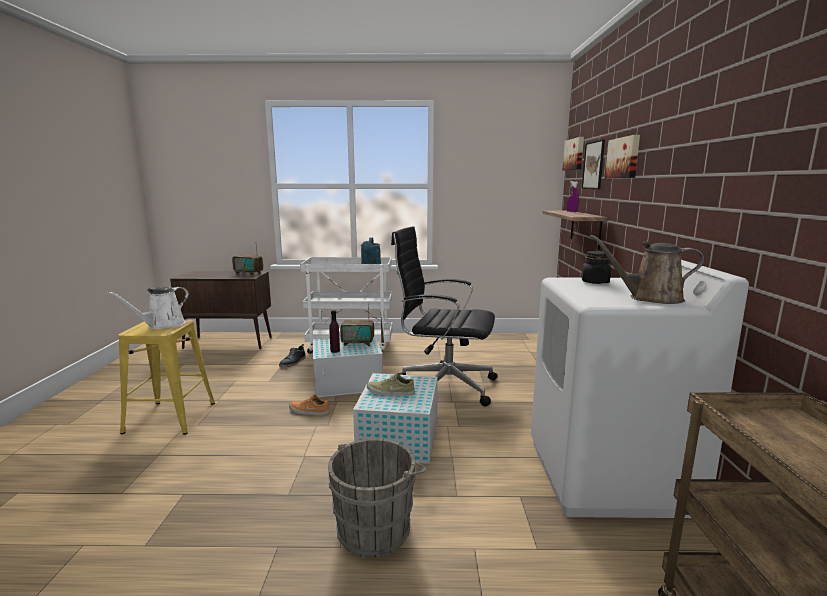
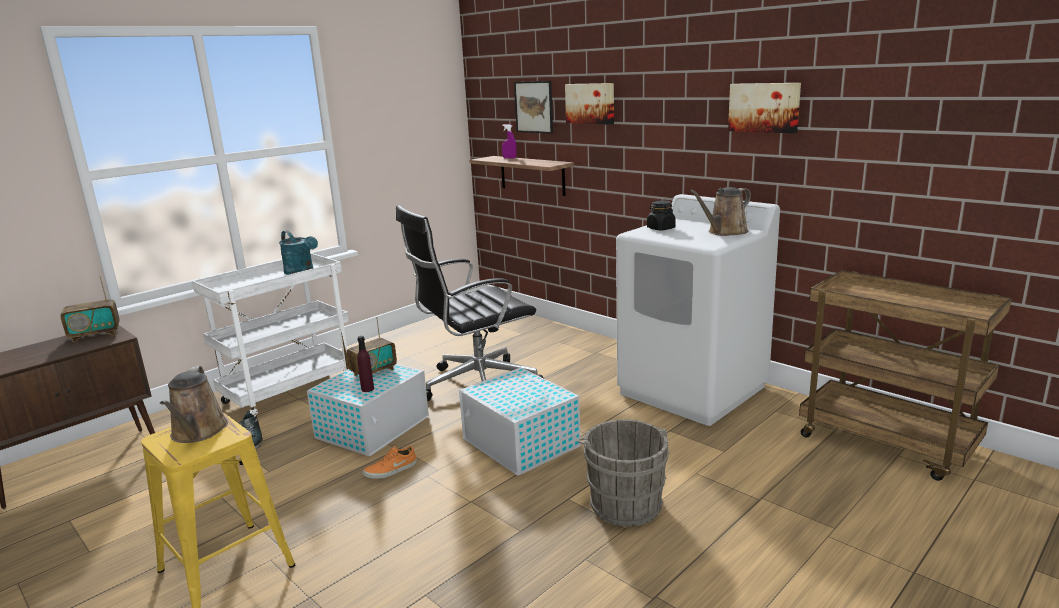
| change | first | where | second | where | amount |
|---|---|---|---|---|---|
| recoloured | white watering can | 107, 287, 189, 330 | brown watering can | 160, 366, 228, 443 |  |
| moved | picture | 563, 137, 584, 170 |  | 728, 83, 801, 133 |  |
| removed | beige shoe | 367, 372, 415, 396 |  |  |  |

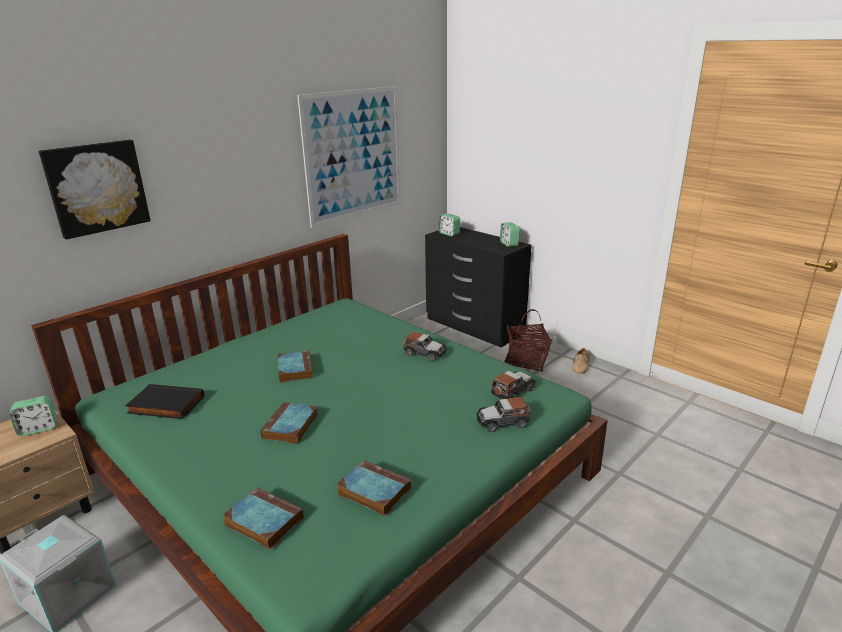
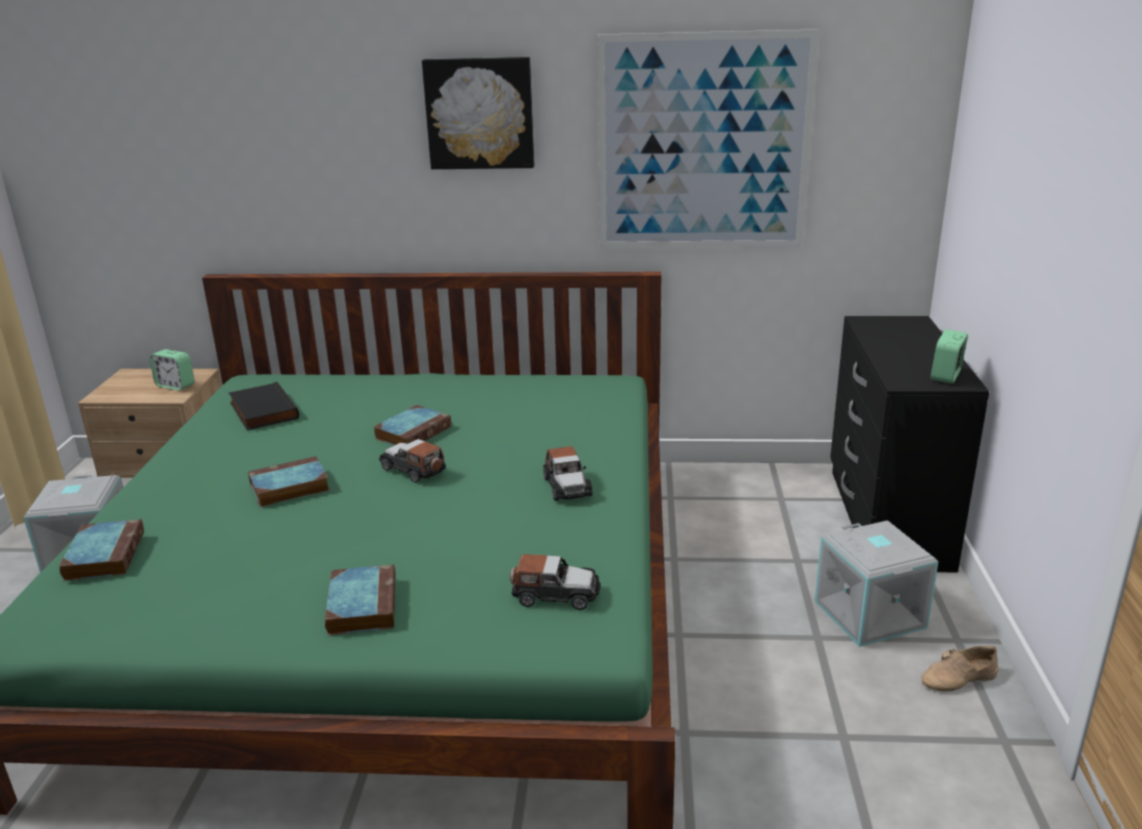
| change | first | where | second | where | amount |
|---|---|---|---|---|---|
| moved | book | 337, 460, 411, 516 |  | 325, 564, 395, 635 |  |
| moved | toy car | 477, 397, 530, 432 |  | 379, 439, 446, 483 |  |
| moved | picture | 39, 140, 151, 239 |  | 422, 57, 534, 169 |  |
| replaced | basket | 505, 309, 552, 372 | grey storage box | 815, 520, 939, 647 |  |
| removed | alarm clock | 439, 213, 460, 236 |  |  |  |

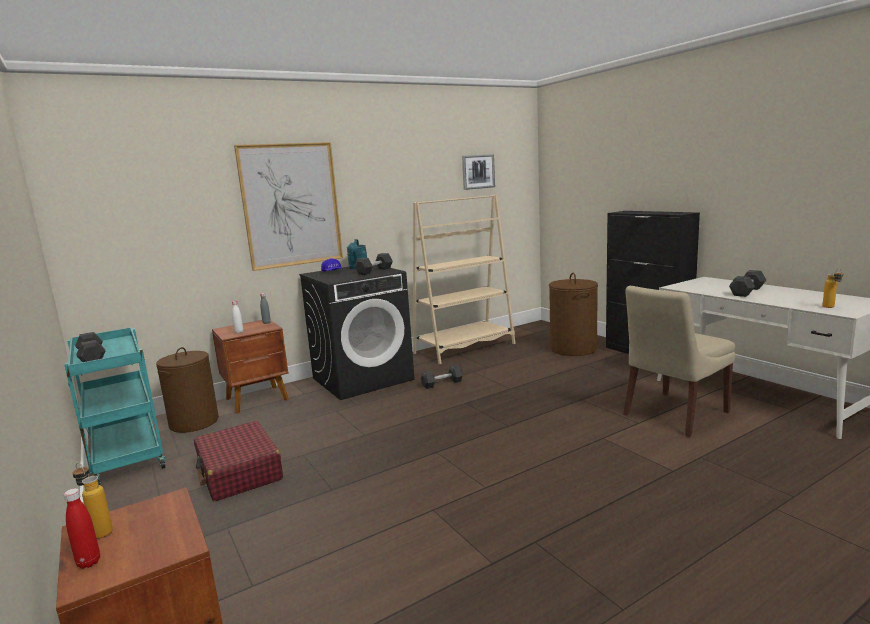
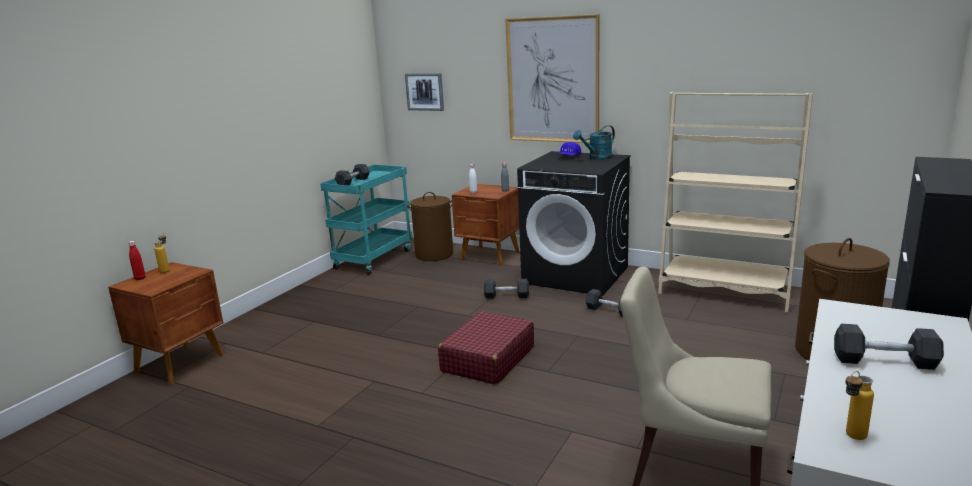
| change | first | where | second | where | amount |
|---|---|---|---|---|---|
| moved | picture | 462, 154, 495, 190 |  | 405, 73, 444, 111 |  |
| moved | red suitcase | 194, 421, 283, 502 |  | 438, 311, 534, 385 |  |
| moved | grey dumbbell | 355, 253, 393, 275 |  | 484, 279, 529, 298 |  |

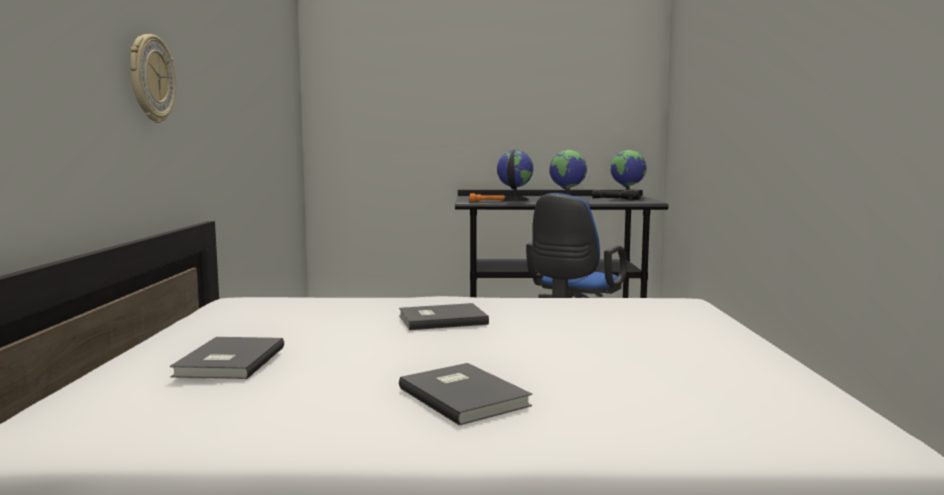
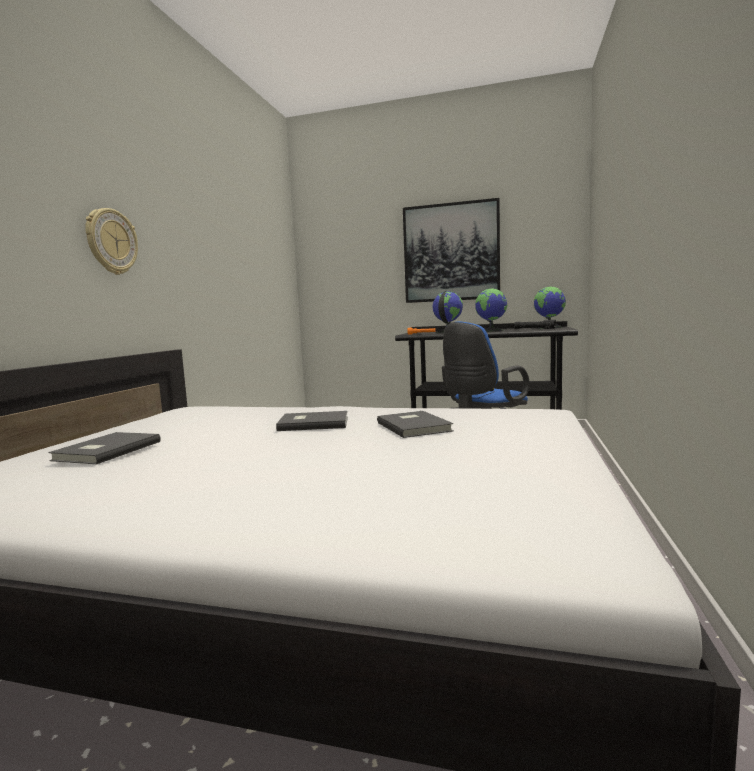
| change | first | where | second | where | amount |
|---|---|---|---|---|---|
| moved | grey book | 399, 363, 532, 425 |  | 377, 411, 454, 438 |  |
| added |  |  | picture | 403, 198, 500, 303 |  |

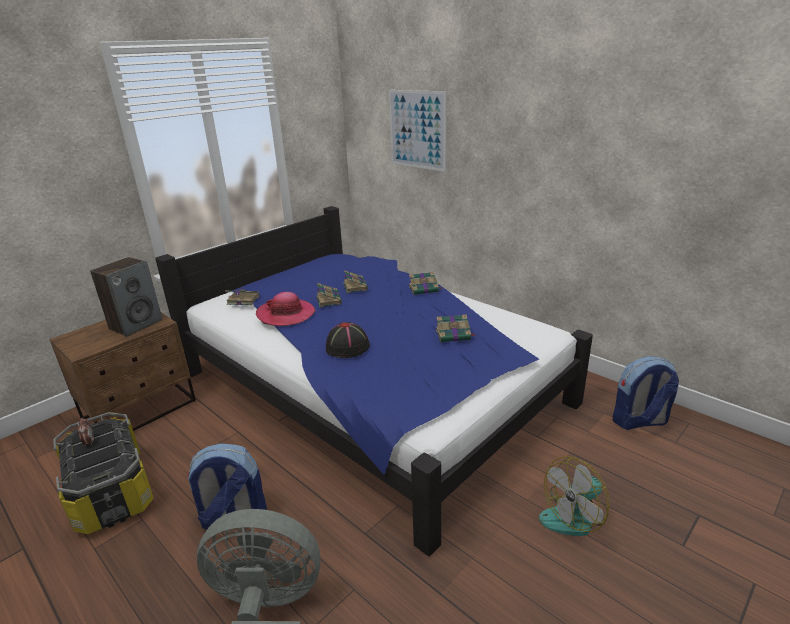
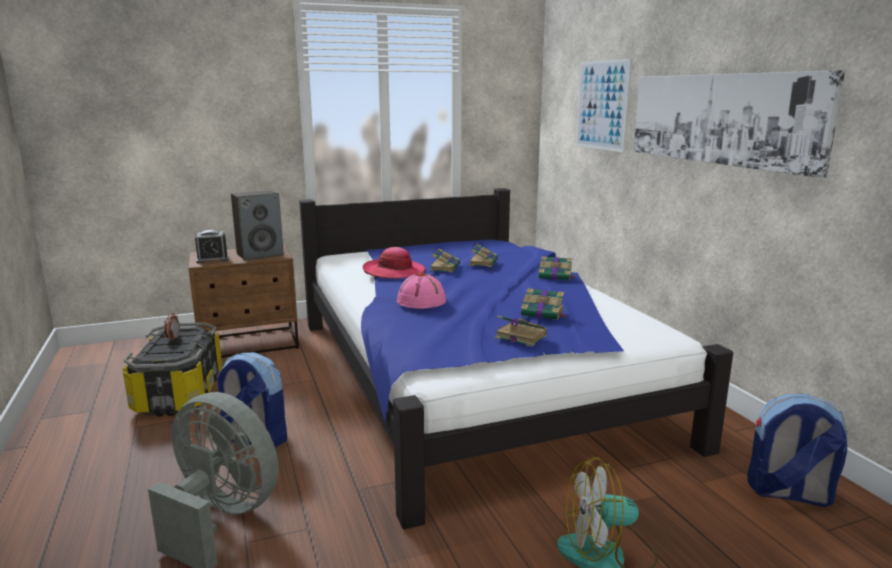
| change | first | where | second | where | amount |
|---|---|---|---|---|---|
| added |  |  | alarm clock | 195, 230, 229, 263 |  |
| recoloured | black hat | 326, 322, 370, 358 | pink hat | 397, 272, 446, 309 |  |
| moved | book | 225, 289, 259, 305 |  | 495, 315, 547, 347 |  |
| added |  |  | picture | 633, 70, 845, 178 |  |

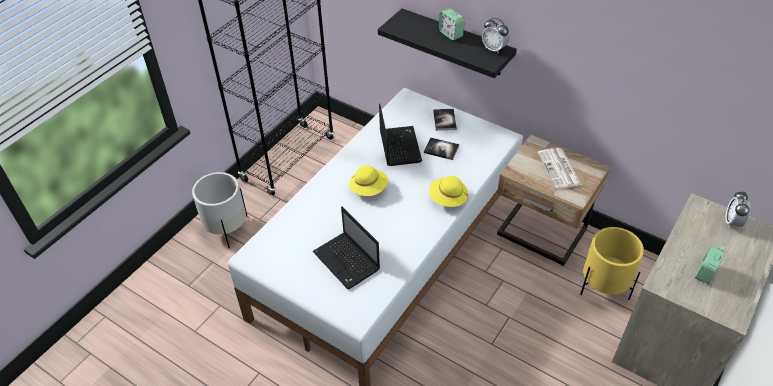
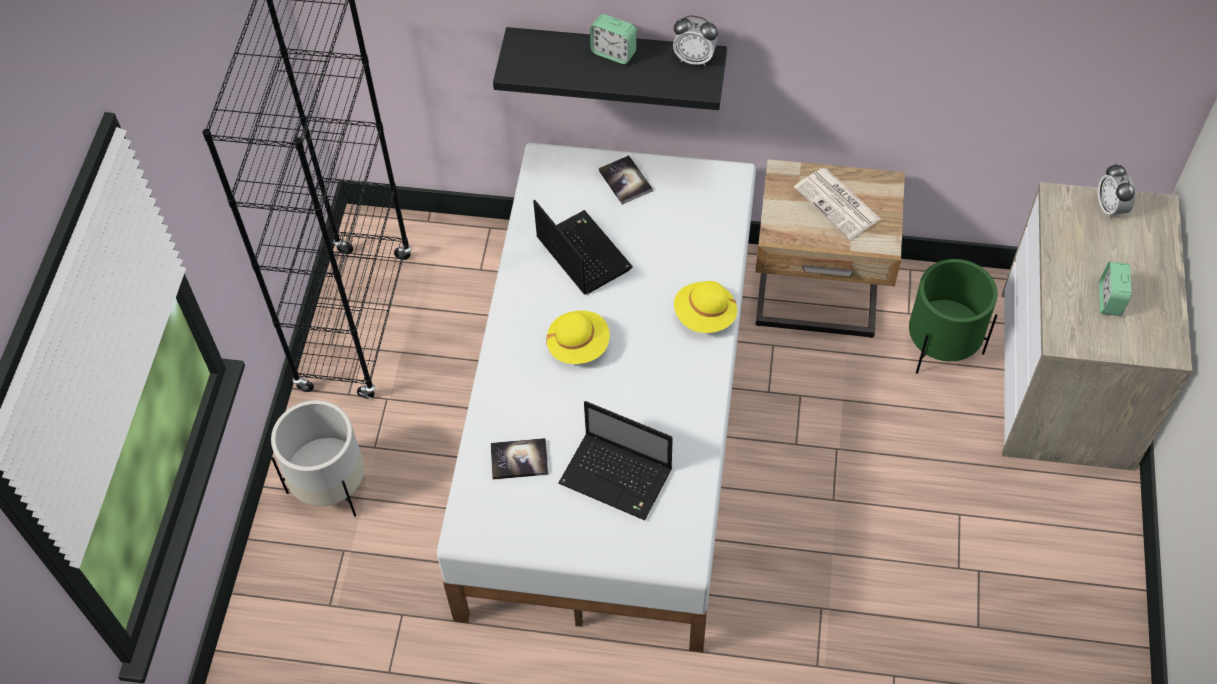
| change | first | where | second | where | amount |
|---|---|---|---|---|---|
| moved | book | 424, 137, 459, 160 |  | 491, 438, 548, 480 |  |
| recoloured | yellow planter | 580, 227, 644, 300 | green planter | 909, 259, 998, 374 |  |

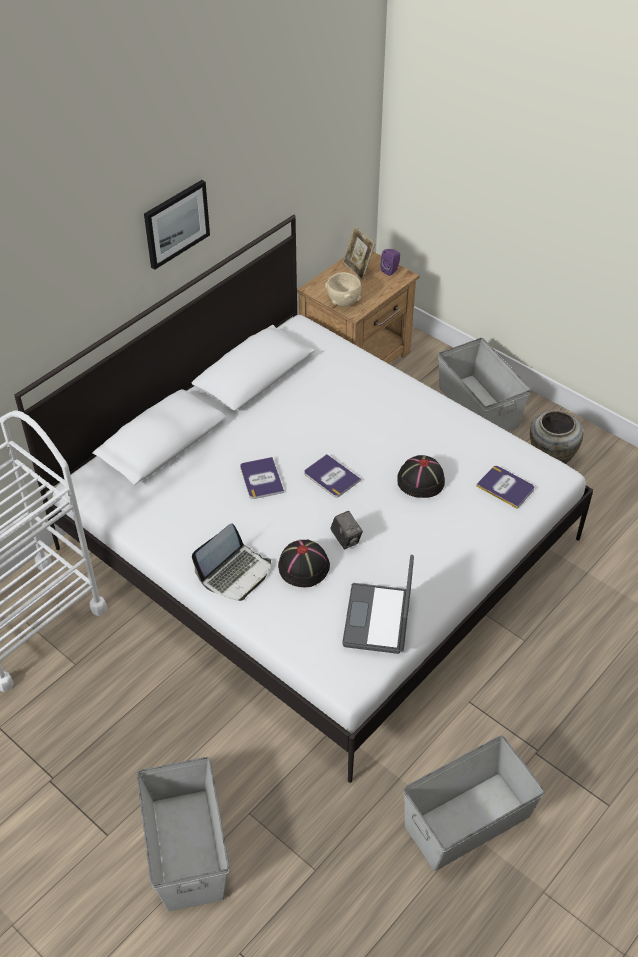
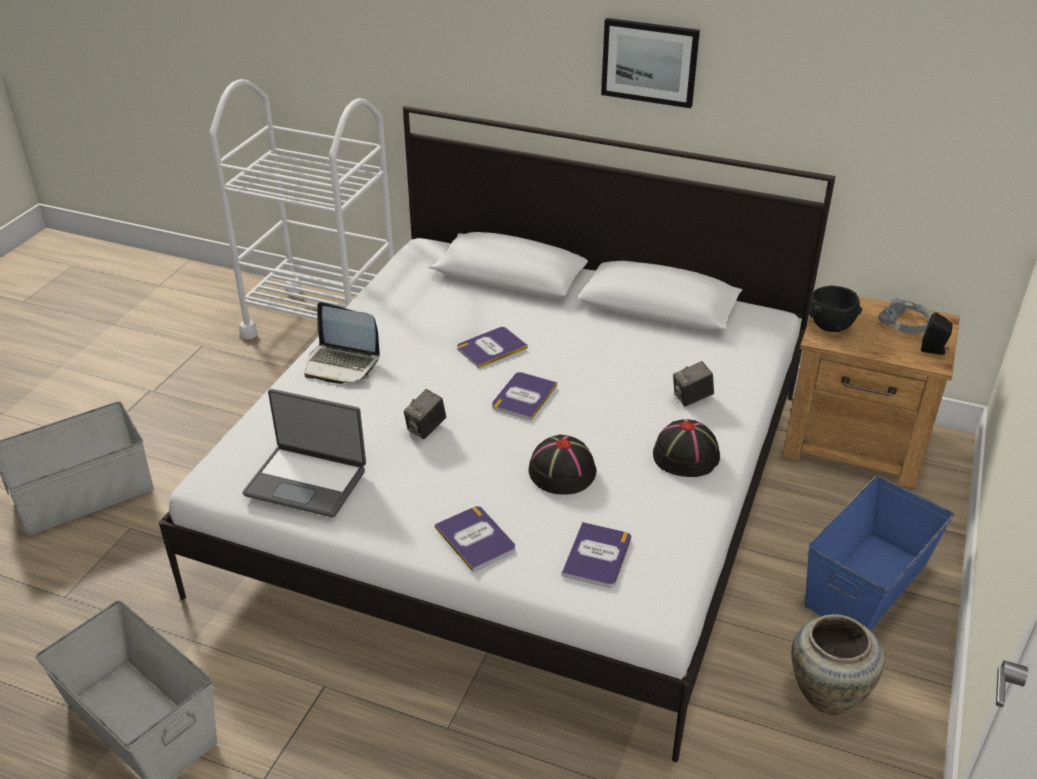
| change | first | where | second | where | amount |
|---|---|---|---|---|---|
| turned | laptop | 342, 555, 414, 654 |  | 243, 389, 366, 518 | 150 degrees counterclockwise |
| added |  |  | book | 435, 506, 515, 572 |  |
| moved | black hat | 278, 539, 330, 587 |  | 653, 419, 720, 477 |  |
| added |  |  | photo camera | 673, 361, 714, 406 |  |
| recoloured | grey storage box | 438, 338, 531, 432 | blue storage box | 805, 476, 954, 631 |  |
| recoloured | beige bowl | 325, 272, 361, 307 | black bowl | 809, 286, 862, 332 |  |
| replaced | picture frame | 343, 225, 375, 281 | grey headphones | 878, 299, 932, 333 |  |
| recoloured | purple speaker | 380, 249, 400, 276 | black speaker | 921, 312, 953, 355 |  |

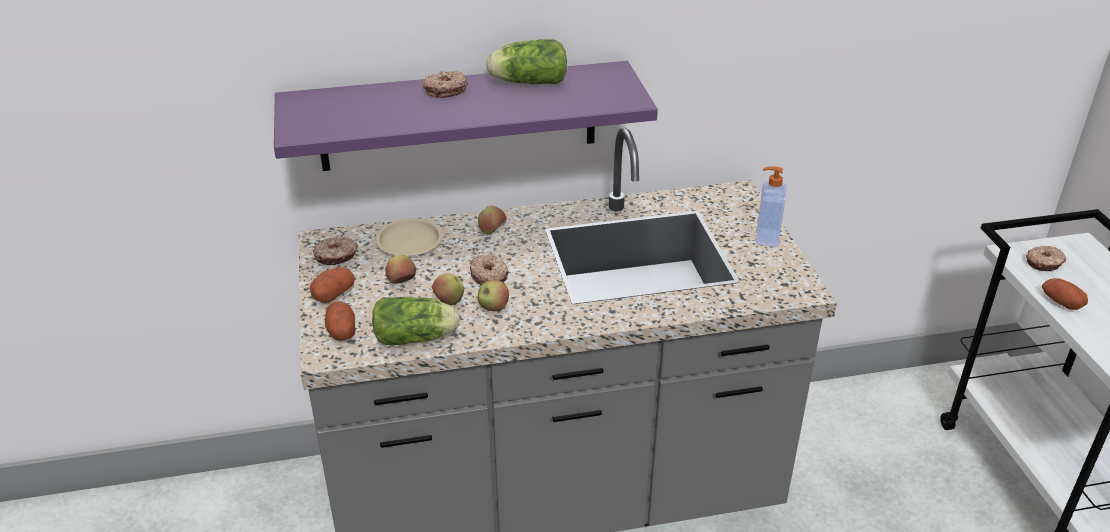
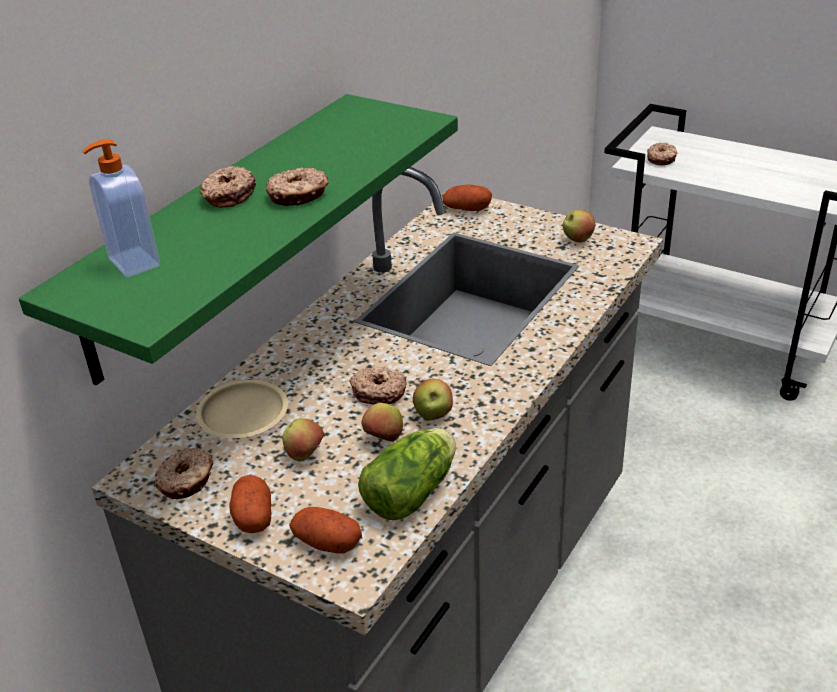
| change | first | where | second | where | amount |
|---|---|---|---|---|---|
| recoloured | purple shelf | 274, 61, 658, 171 | green shelf | 19, 94, 458, 386 |  |
| moved | soap dispenser | 756, 166, 786, 247 |  | 82, 139, 160, 278 |  |
| added |  |  | donut | 266, 167, 329, 206 |  |
| moved | potato | 1042, 278, 1088, 310 |  | 443, 184, 492, 211 |  |
| moved | apple | 478, 206, 506, 235 |  | 562, 210, 596, 243 |  |
| removed | lettuce | 486, 39, 567, 84 |  |  |  |

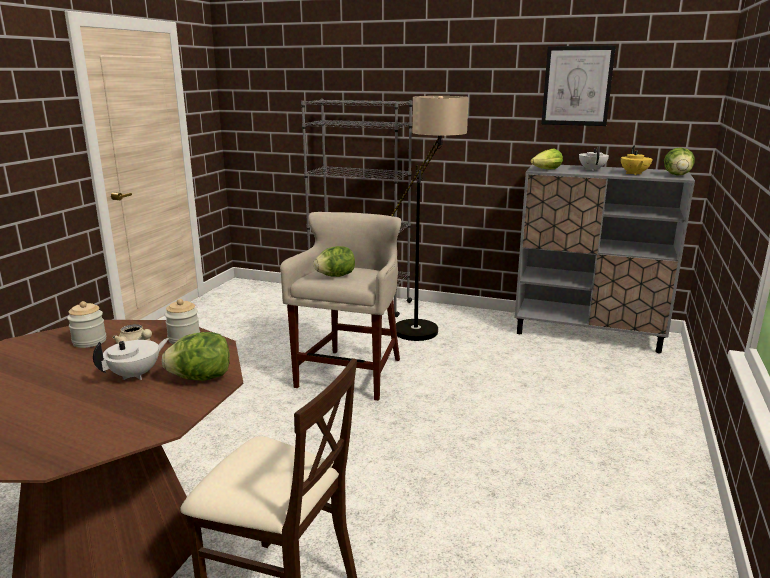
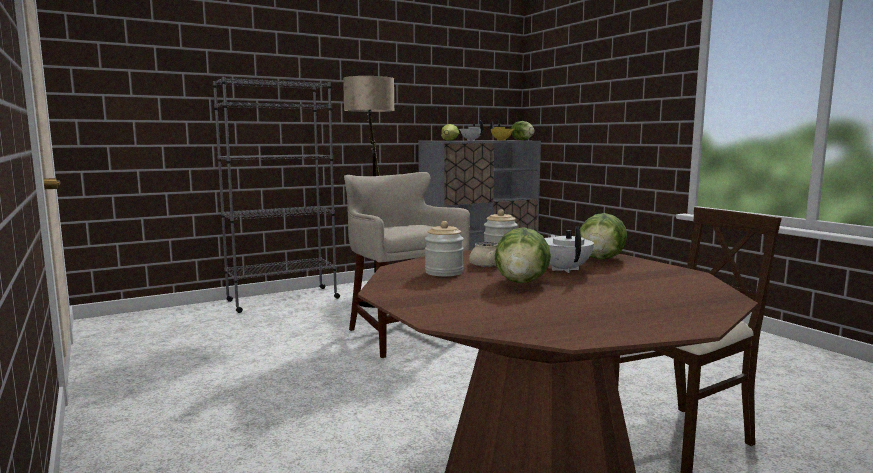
| change | first | where | second | where | amount |
|---|---|---|---|---|---|
| moved | lettuce | 313, 246, 355, 277 |  | 495, 227, 551, 283 |  |
| removed | picture | 541, 45, 616, 126 |  |  |  |

